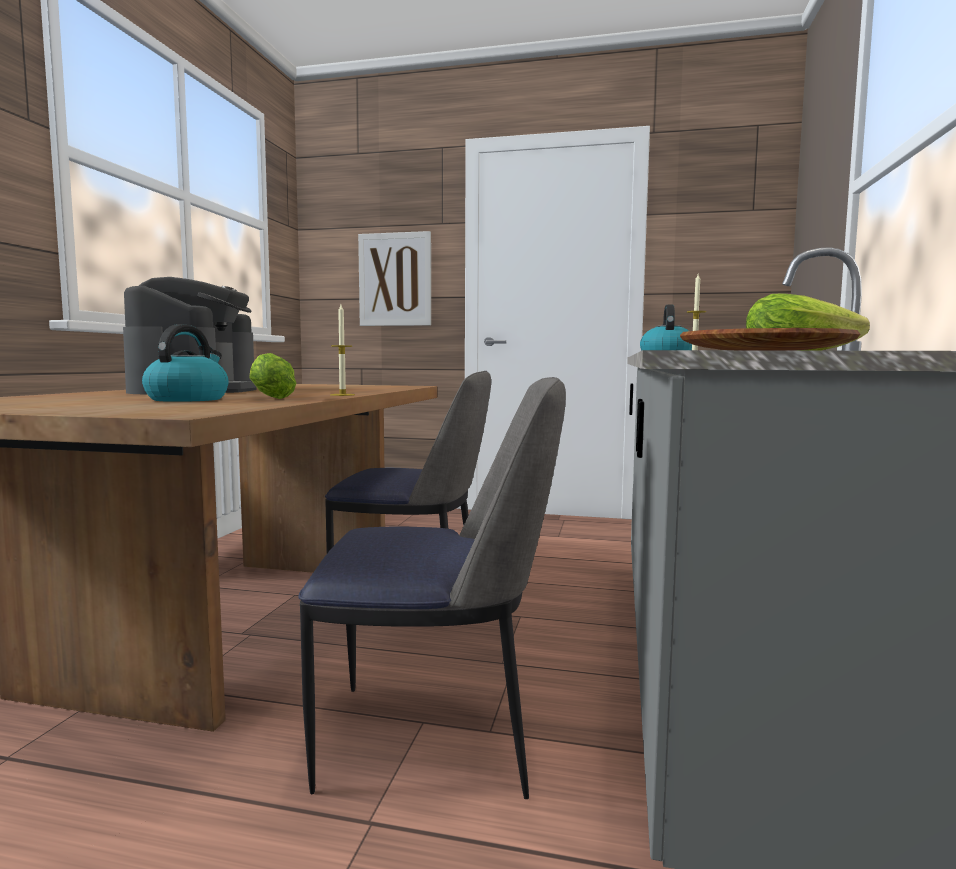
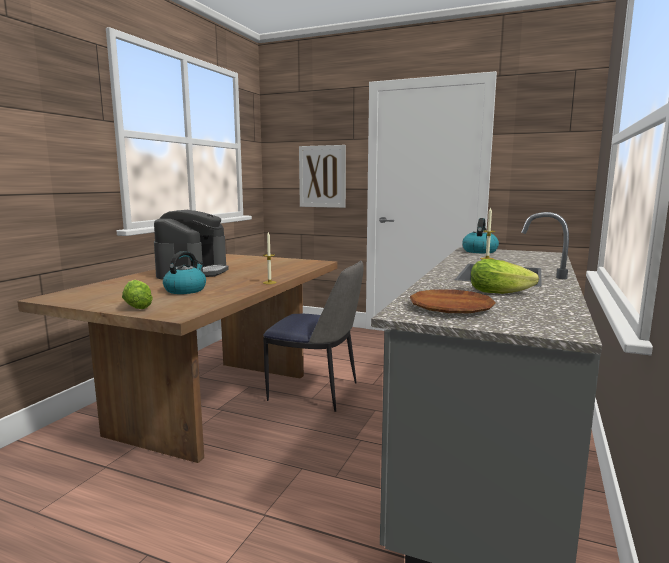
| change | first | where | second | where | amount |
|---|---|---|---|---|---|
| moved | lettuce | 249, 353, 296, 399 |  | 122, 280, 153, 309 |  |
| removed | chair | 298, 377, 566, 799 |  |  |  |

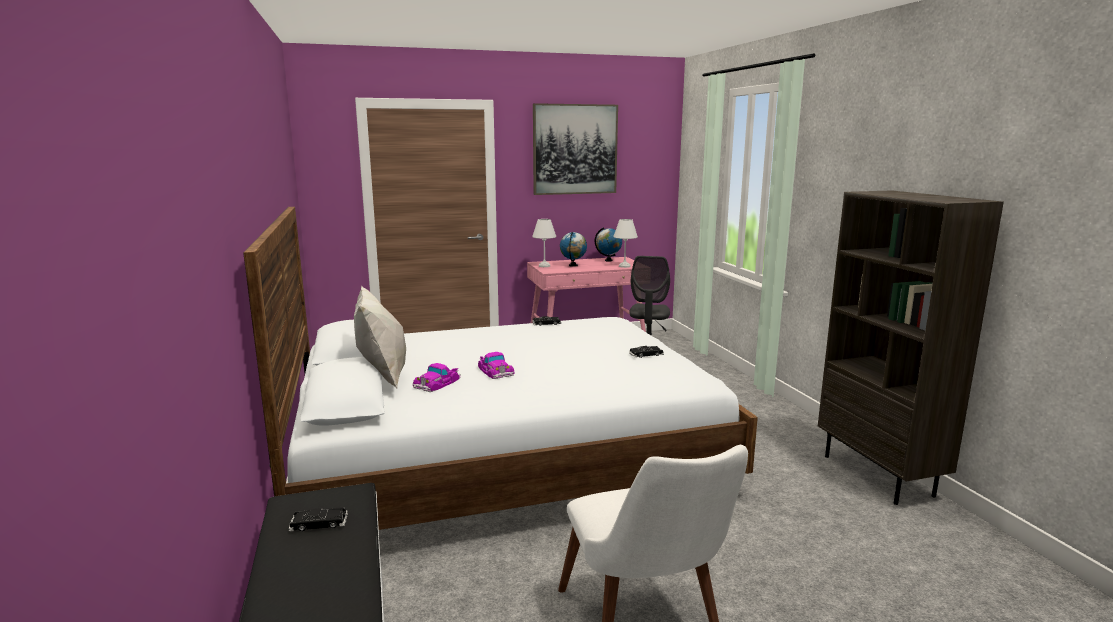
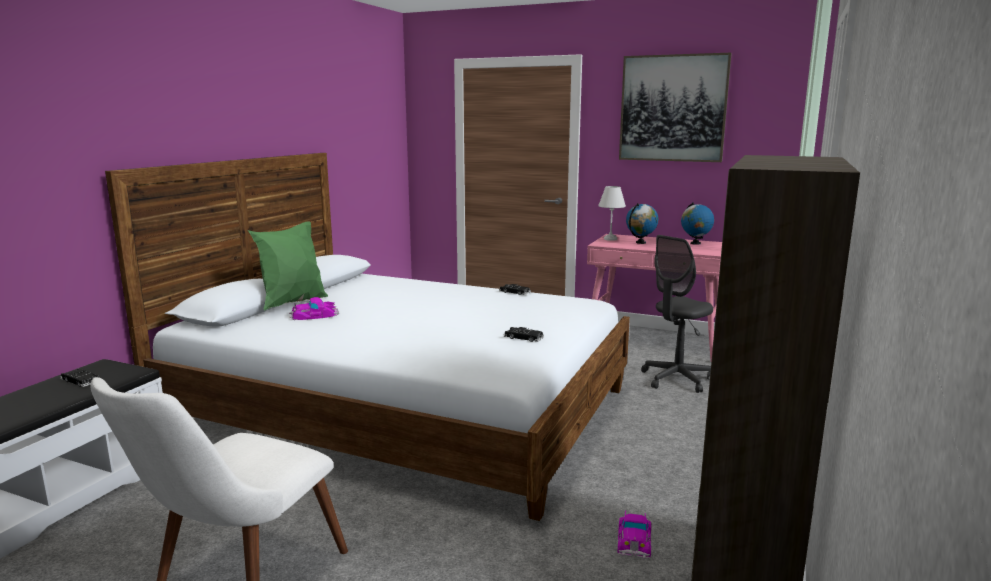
| change | first | where | second | where | amount |
|---|---|---|---|---|---|
| recoloured | white pillow | 354, 286, 406, 388 | green pillow | 248, 221, 328, 311 |  |
| moved | toy car | 478, 352, 515, 379 |  | 617, 510, 651, 559 |  |
| removed | white table lamp | 613, 219, 638, 268 |  |  |  |

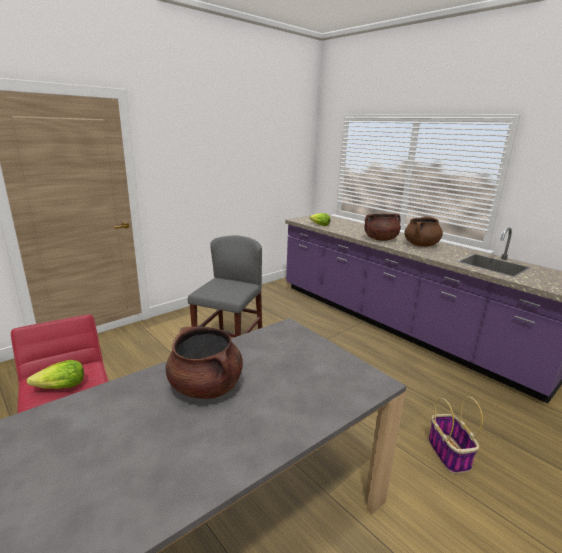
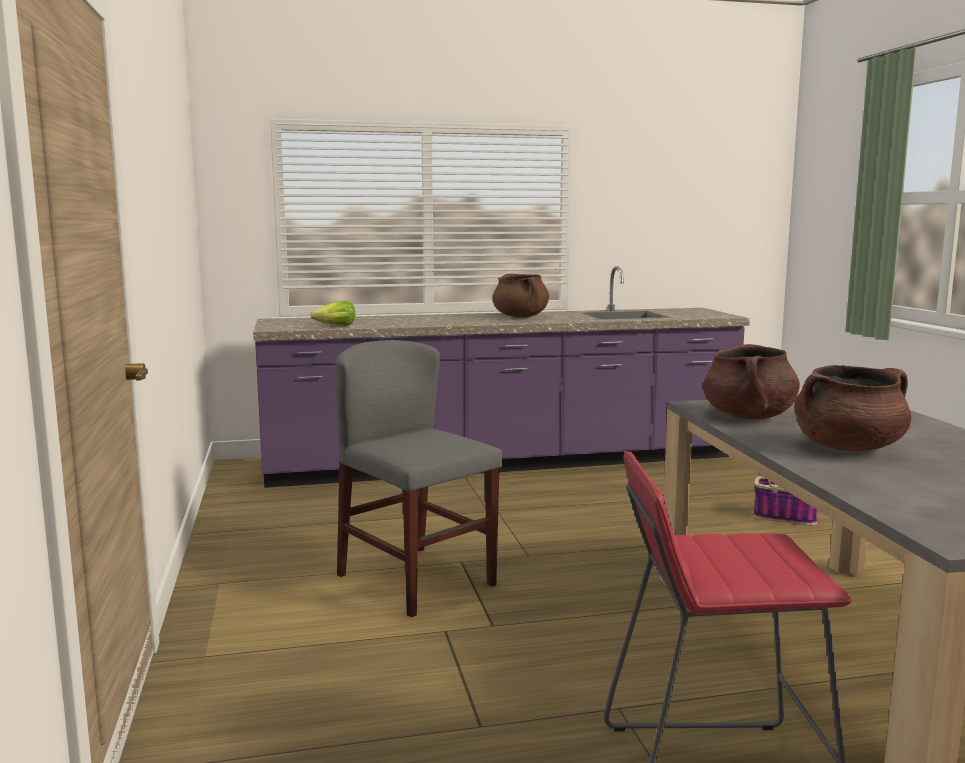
| change | first | where | second | where | amount |
|---|---|---|---|---|---|
| moved | brown cooking pot | 364, 214, 401, 241 |  | 703, 344, 800, 419 |  |
| removed | lettuce | 27, 360, 84, 389 |  |  |  |

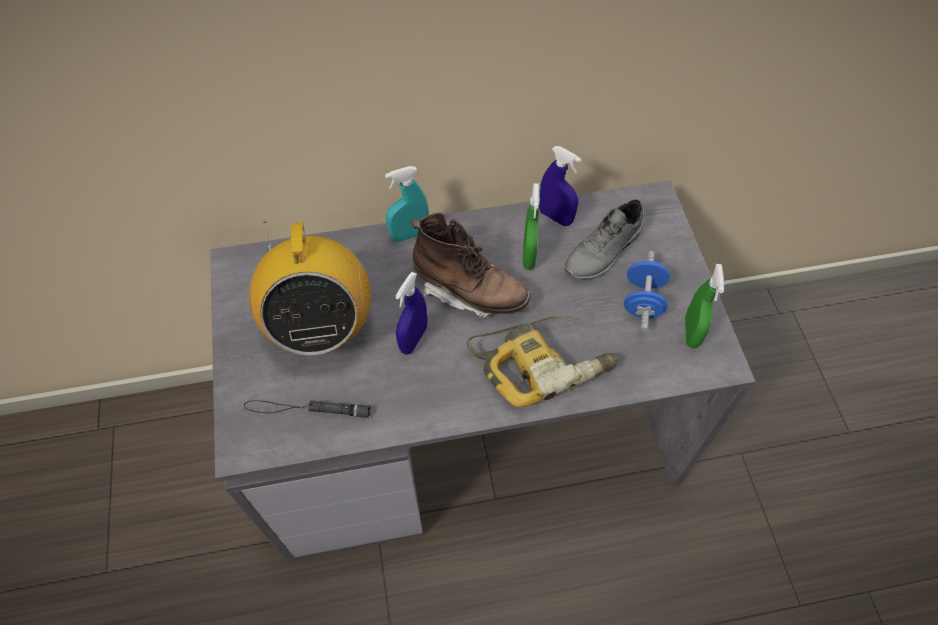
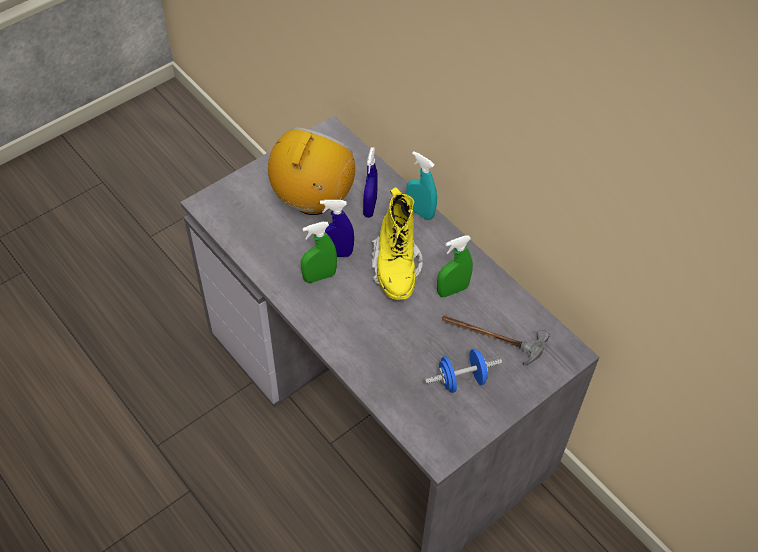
| change | first | where | second | where | amount |
|---|---|---|---|---|---|
| turned | radio | 249, 222, 371, 355 |  | 268, 127, 355, 215 | 150 degrees clockwise |
| moved | green spray bottle | 685, 264, 724, 348 |  | 301, 222, 337, 283 |  |
| moved | blue spray bottle | 539, 146, 581, 226 |  | 363, 147, 378, 218 |  |
| recoloured | brown boot | 411, 213, 531, 318 | yellow boot | 371, 187, 423, 300 |  |
| replaced | grey shoe | 564, 199, 644, 279 | hammer | 442, 315, 550, 366 |  |
| removed | black flashlight | 244, 400, 371, 418 |  |  |  |
| removed | power drill | 466, 317, 618, 407 |  |  |  |

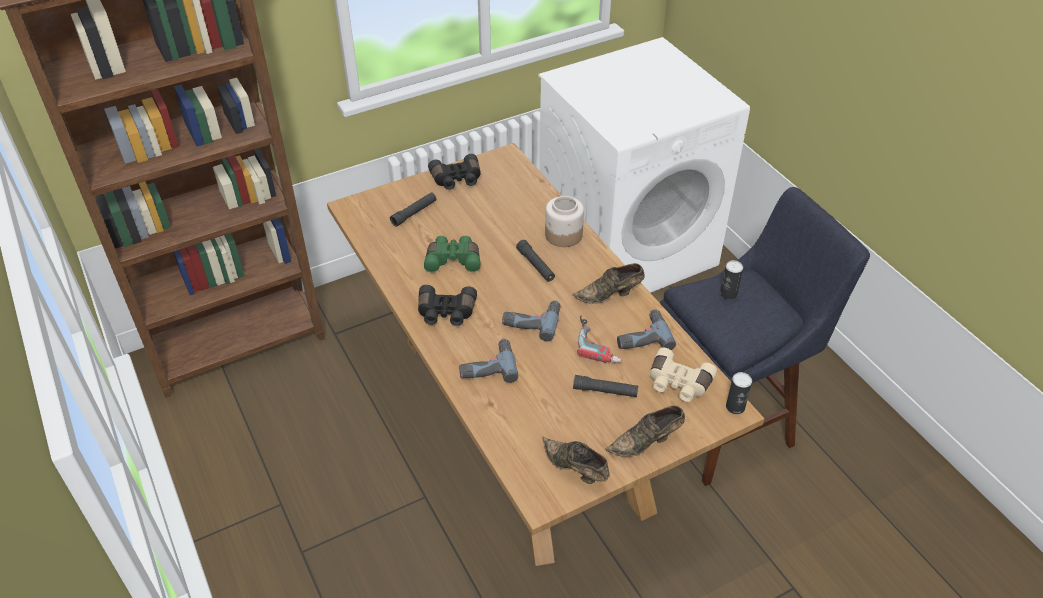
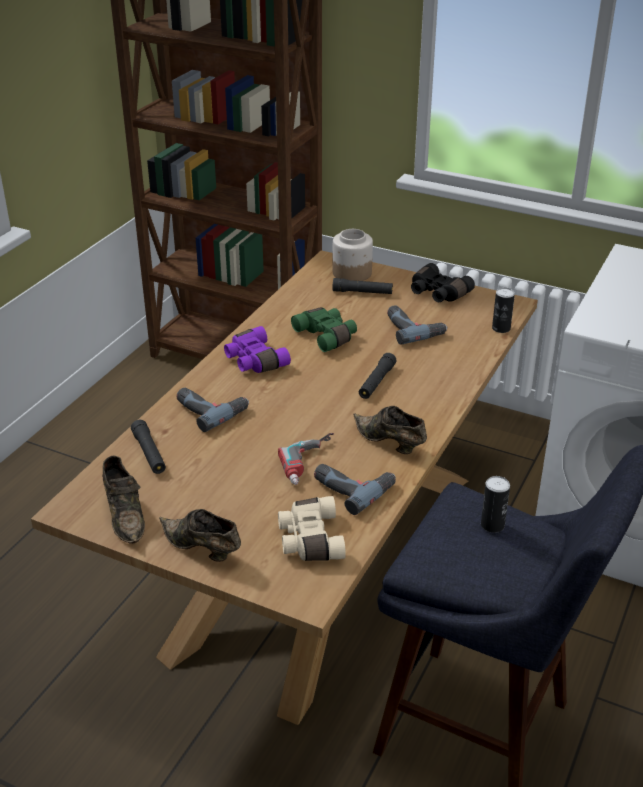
| change | first | where | second | where | amount |
|---|---|---|---|---|---|
| turned | brown shoe | 542, 437, 609, 484 |  | 102, 456, 145, 544 | 150 degrees clockwise |
| moved | black flashlight | 573, 375, 638, 397 |  | 131, 420, 166, 474 |  |
| recoloured | black binoculars | 418, 285, 477, 326 | purple binoculars | 224, 326, 291, 373 |  |
| moved | jar | 545, 196, 584, 247 |  | 332, 229, 373, 281 |  |
| moved | power drill | 502, 300, 561, 341 |  | 387, 305, 448, 345 |  |
| moved | can | 726, 372, 752, 414 |  | 492, 288, 515, 333 |  |

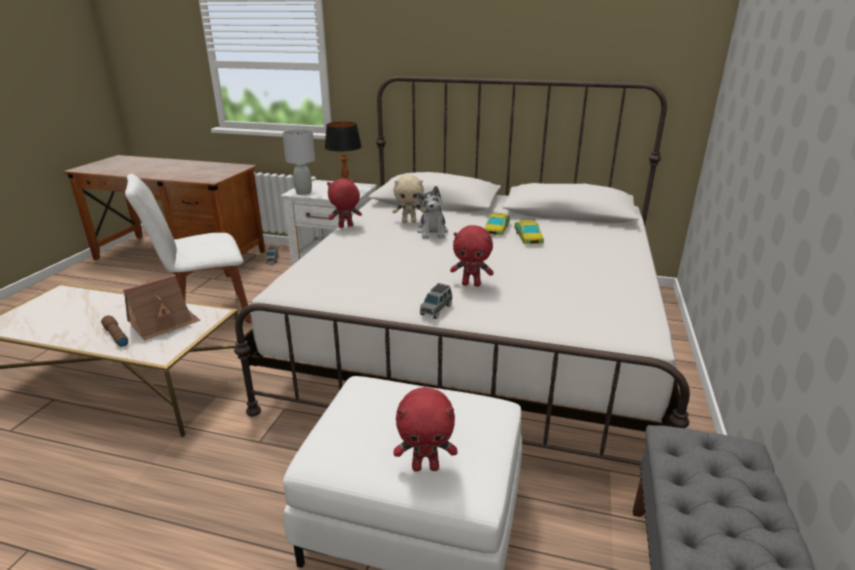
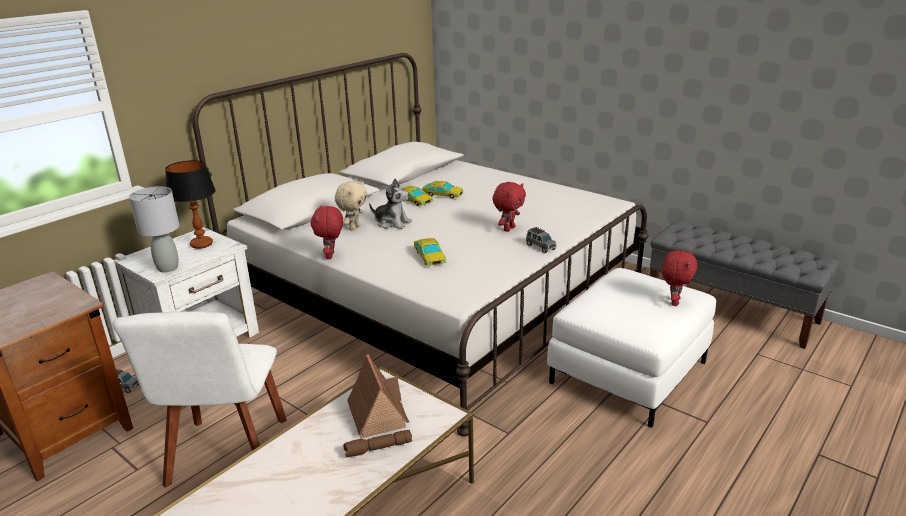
| change | first | where | second | where | amount |
|---|---|---|---|---|---|
| added |  |  | toy car | 414, 238, 447, 266 |  |

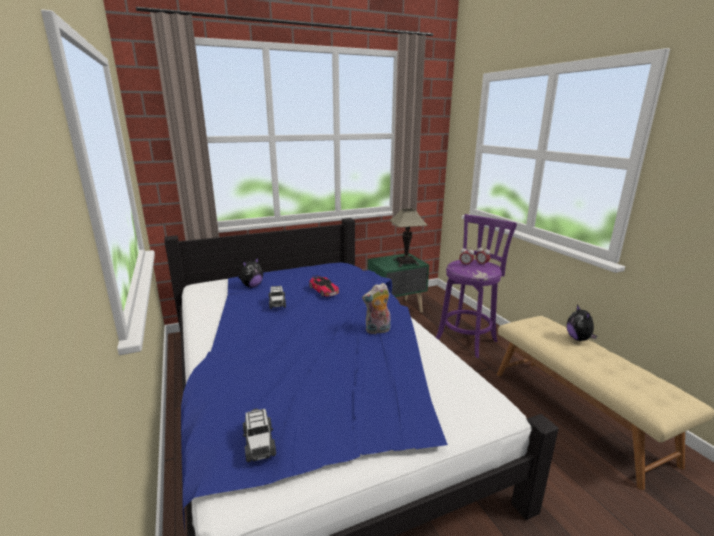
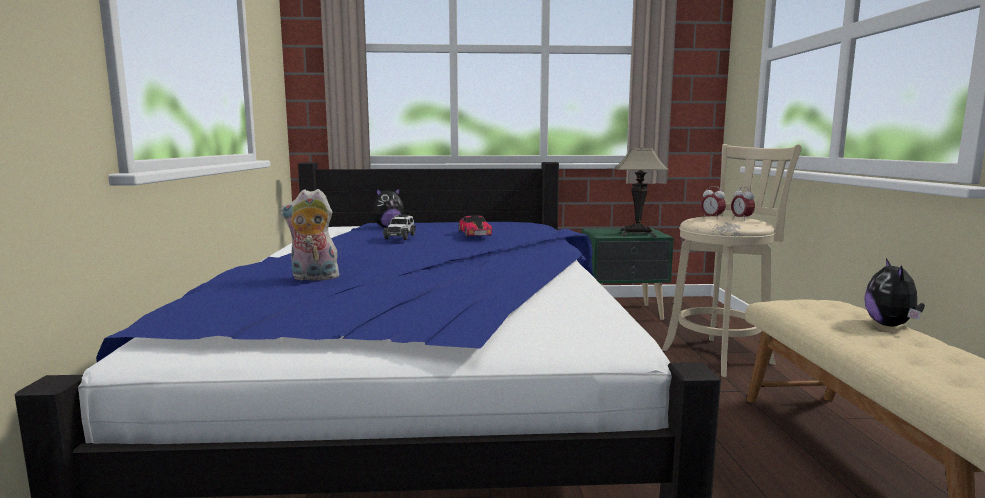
| change | first | where | second | where | amount |
|---|---|---|---|---|---|
| moved | plush toy | 362, 283, 390, 334 |  | 280, 189, 340, 282 |  |
| recoloured | purple stool | 436, 214, 517, 358 | beige stool | 662, 144, 802, 377 |  |
| removed | toy car | 243, 409, 276, 462 |  |  |  |

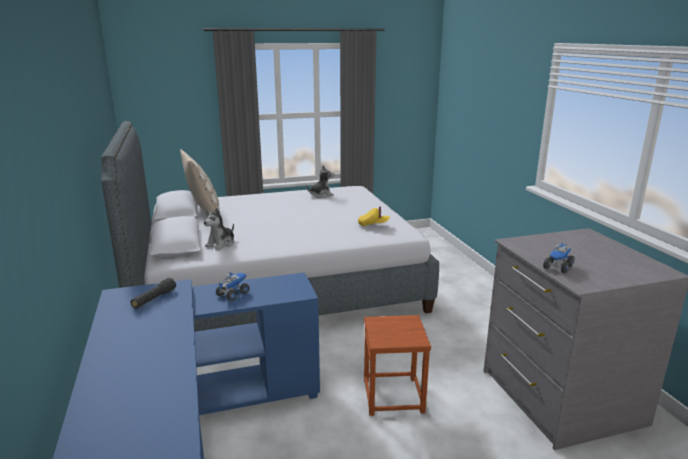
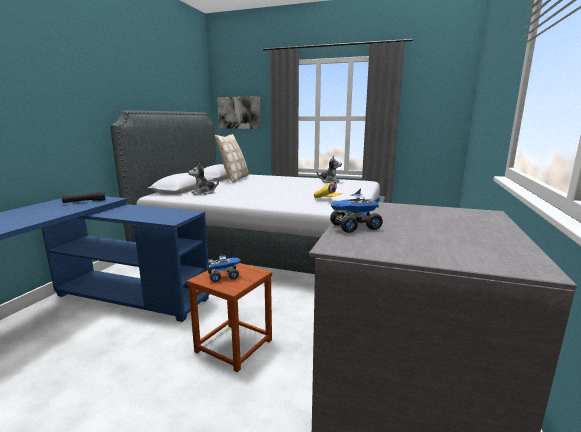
| change | first | where | second | where | amount |
|---|---|---|---|---|---|
| moved | toy truck | 216, 272, 250, 301 |  | 205, 254, 241, 282 |  |
| added |  |  | picture | 217, 96, 261, 129 |  |

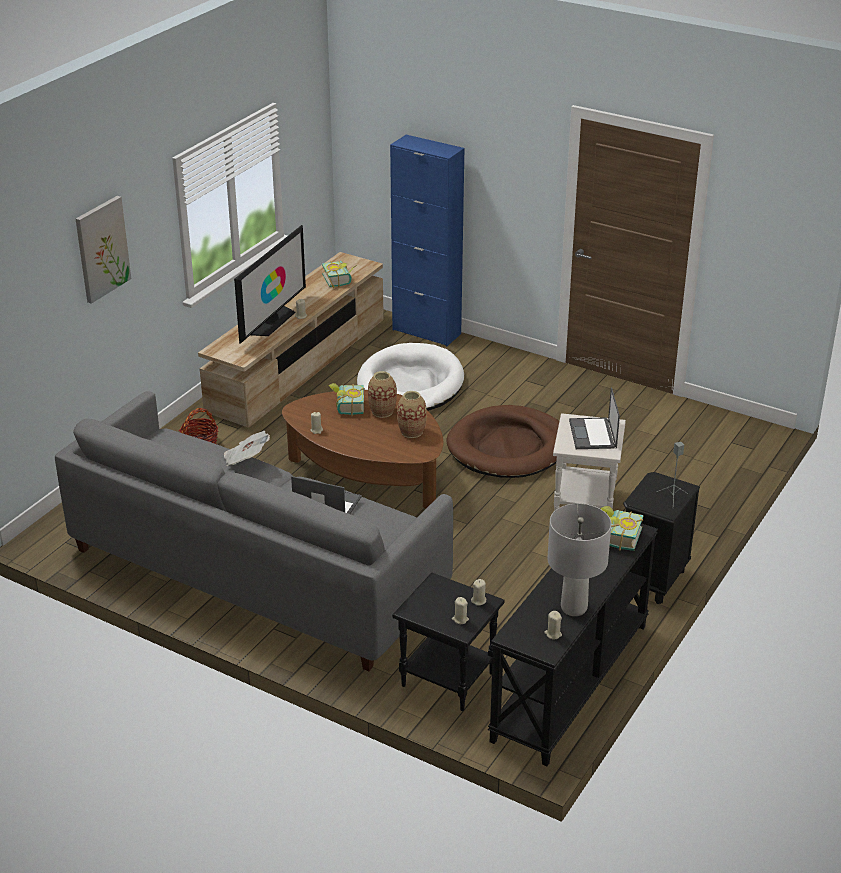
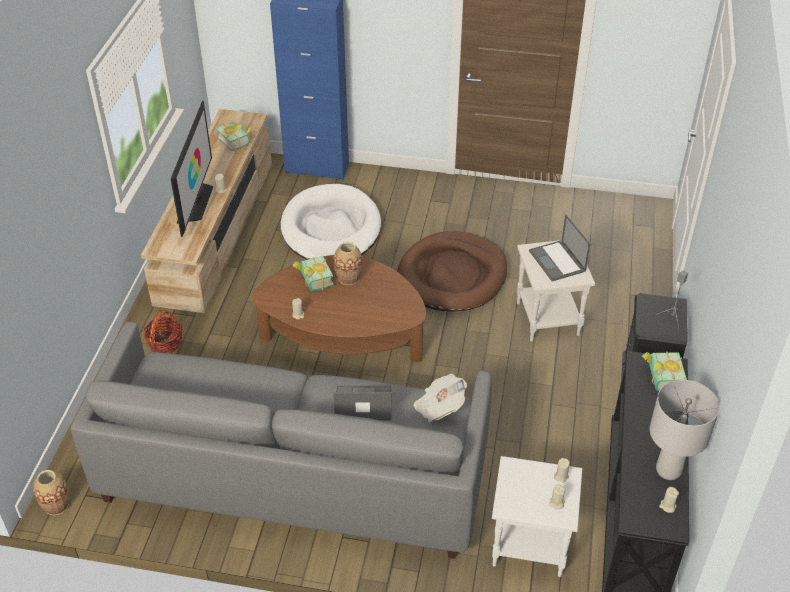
| change | first | where | second | where | amount |
|---|---|---|---|---|---|
| moved | vase | 397, 391, 427, 438 |  | 33, 470, 70, 515 |  |
| moved | newspaper | 224, 431, 270, 466 |  | 413, 374, 467, 422 |  |
| recoloured | black side table | 392, 573, 505, 711 | white side table | 492, 456, 582, 577 |  |
| removed | picture | 76, 196, 131, 304 |  |  |  |

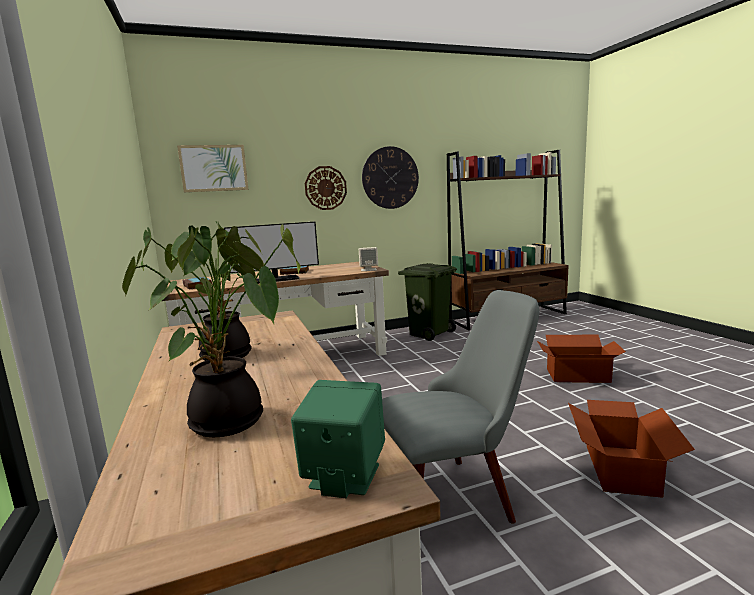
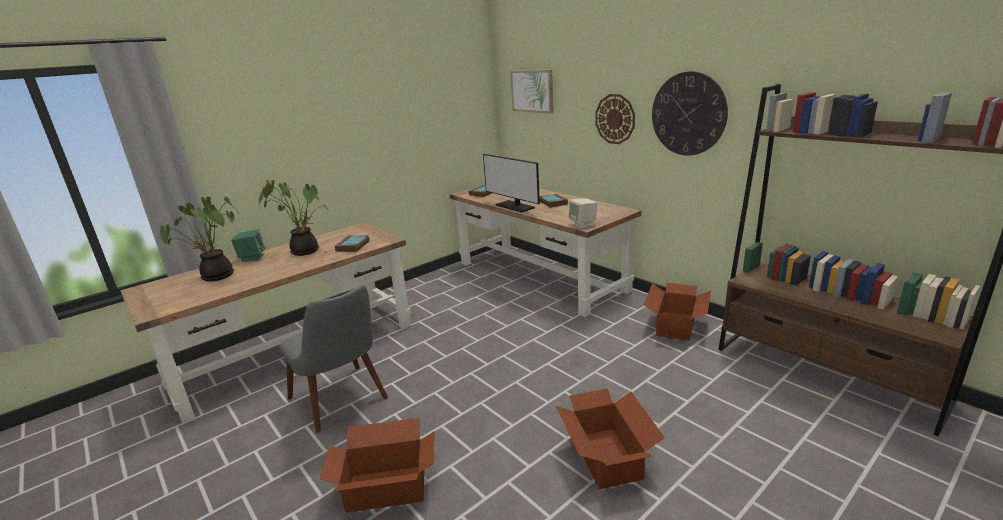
| change | first | where | second | where | amount |
|---|---|---|---|---|---|
| moved | green speaker | 291, 380, 385, 498 |  | 231, 229, 266, 262 |  |
| added |  |  | book | 335, 235, 369, 252 |  |
| replaced | green trash can | 398, 263, 457, 341 | cardboard box | 644, 283, 711, 341 |  |

